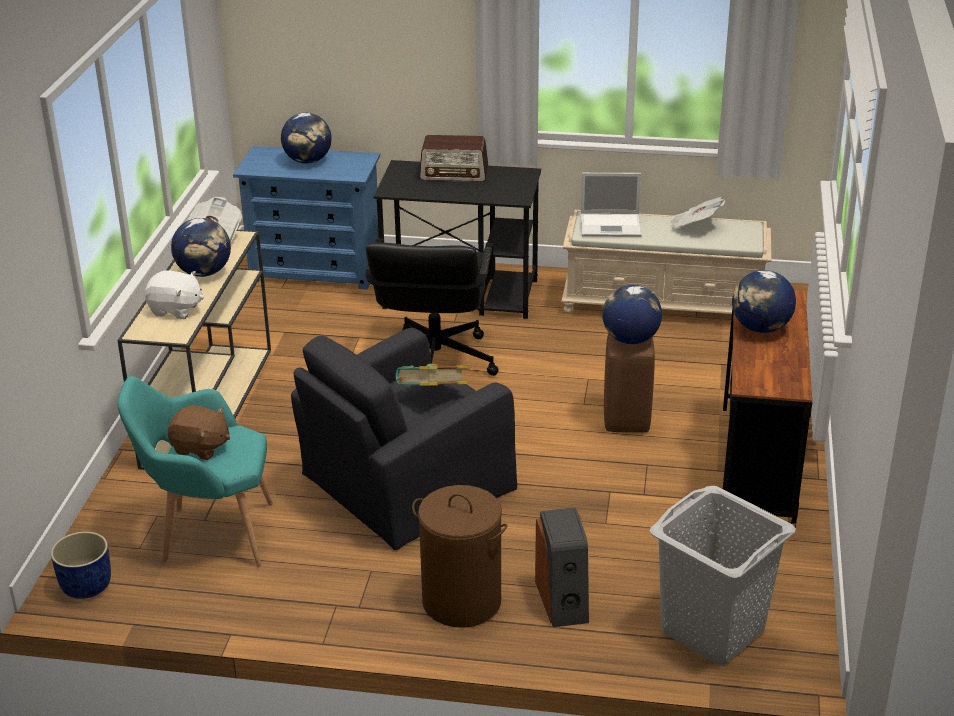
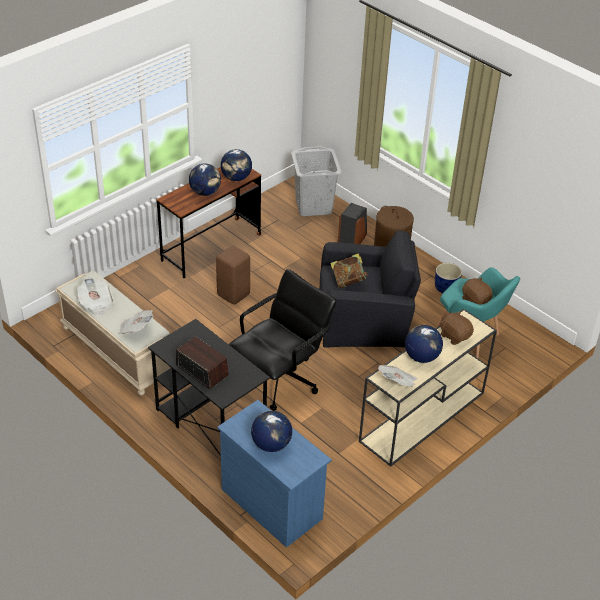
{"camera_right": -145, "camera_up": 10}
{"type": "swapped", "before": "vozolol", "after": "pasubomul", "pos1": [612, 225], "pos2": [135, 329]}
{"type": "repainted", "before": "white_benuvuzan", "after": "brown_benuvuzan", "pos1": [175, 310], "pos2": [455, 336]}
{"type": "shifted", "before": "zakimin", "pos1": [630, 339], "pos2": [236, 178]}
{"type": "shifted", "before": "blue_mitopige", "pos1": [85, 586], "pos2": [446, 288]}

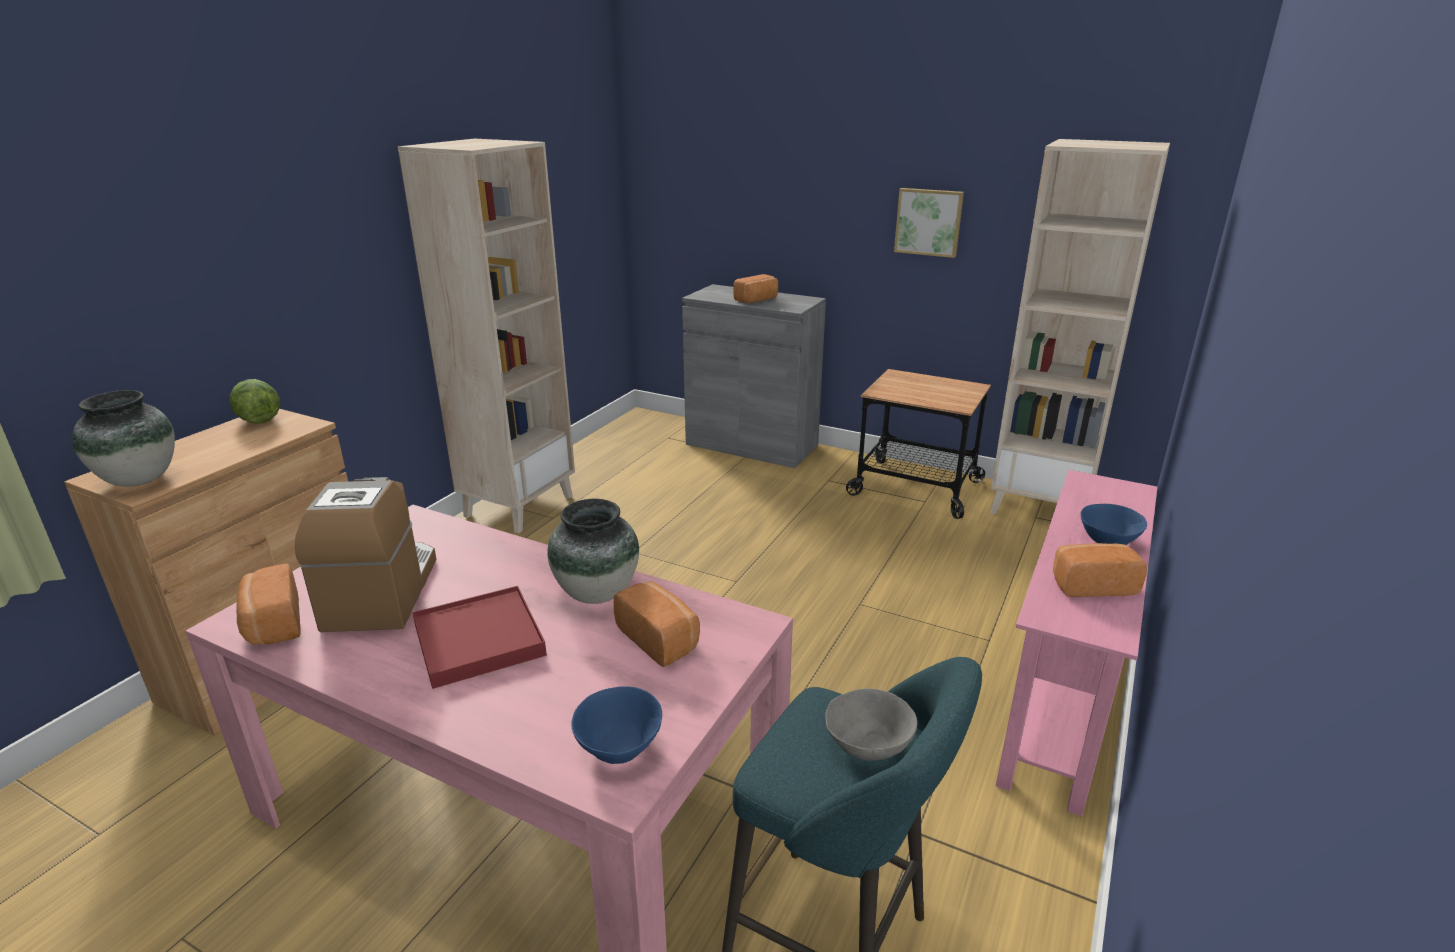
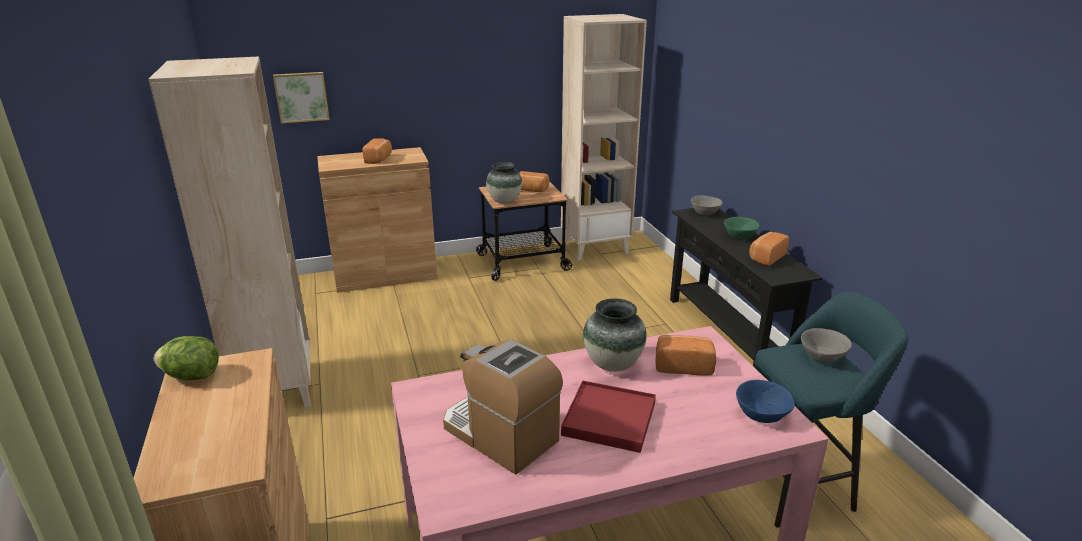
{"camera_right": -45, "camera_up": 0}
{"type": "shifted", "before": "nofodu", "pos1": [928, 222], "pos2": [301, 97]}
{"type": "repainted", "before": "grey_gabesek", "after": "brown_gabesek", "pos1": [751, 444], "pos2": [385, 275]}
{"type": "shifted", "before": "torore", "pos1": [140, 479], "pos2": [504, 201]}
{"type": "repainted", "before": "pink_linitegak", "after": "black_linitegak", "pos1": [1062, 700], "pos2": [726, 334]}
{"type": "repainted", "before": "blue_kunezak", "after": "green_kunezak", "pos1": [1107, 540], "pos2": [739, 236]}
{"type": "shifted", "before": "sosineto", "pos1": [272, 624], "pos2": [531, 190]}
{"type": "new", "after": "grey_kunezak", "pos2": [705, 213]}

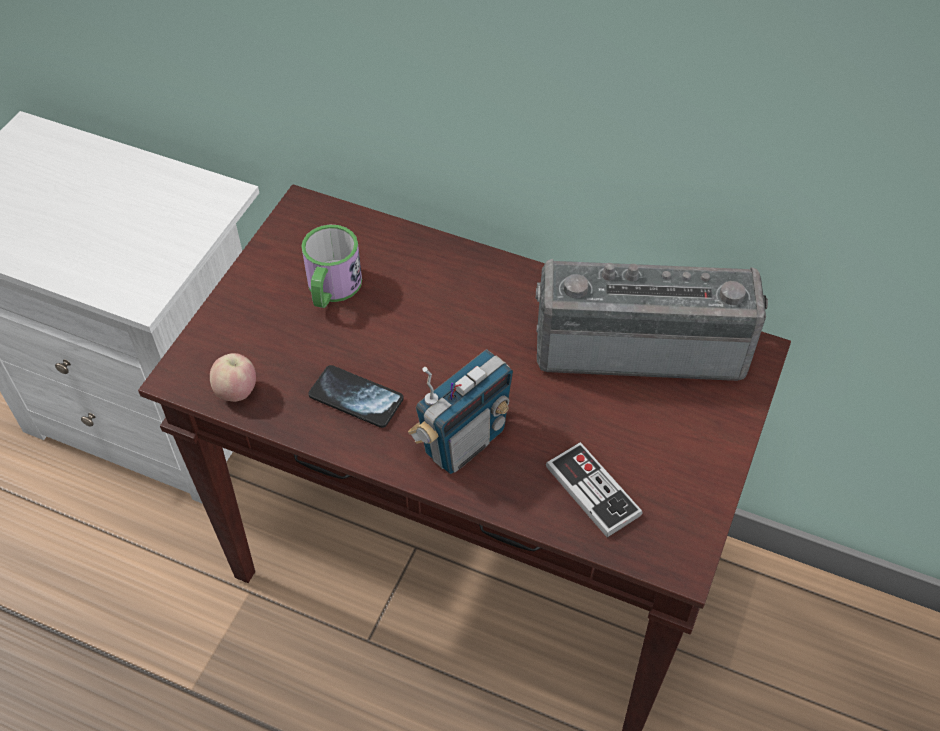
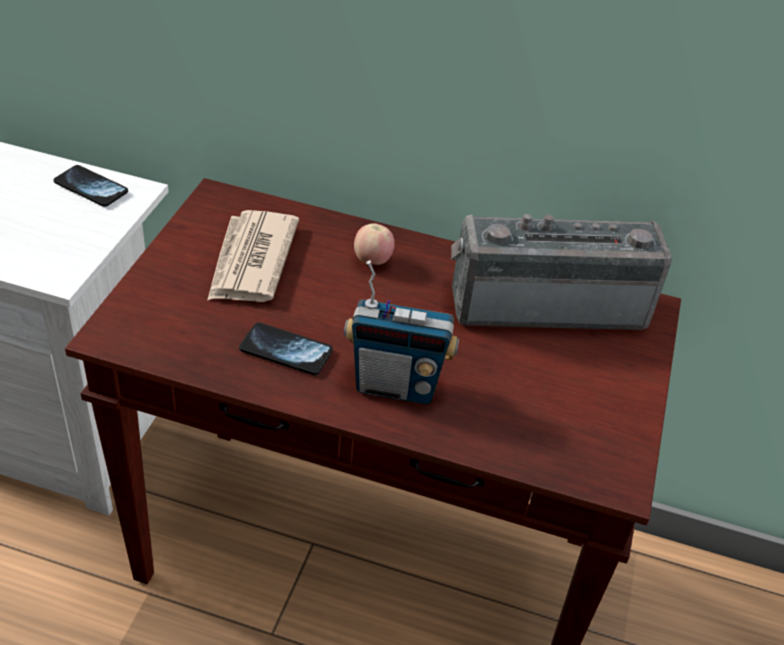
{"camera_right": -10, "camera_up": -10}
{"type": "swapped", "before": "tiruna", "after": "pasubomul", "pos1": [331, 289], "pos2": [251, 261]}
{"type": "rotated", "before": "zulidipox", "pos1": [463, 442], "pos2": [396, 386], "turn": 60}
{"type": "shifted", "before": "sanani", "pos1": [237, 392], "pos2": [372, 261]}
{"type": "gone", "before": "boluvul", "pos1": [592, 491]}
{"type": "new", "after": "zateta", "pos2": [91, 188]}

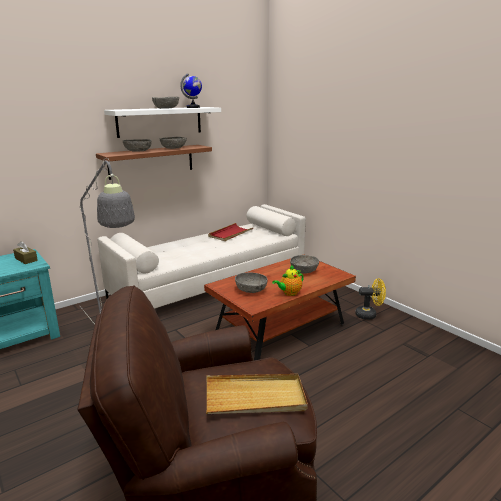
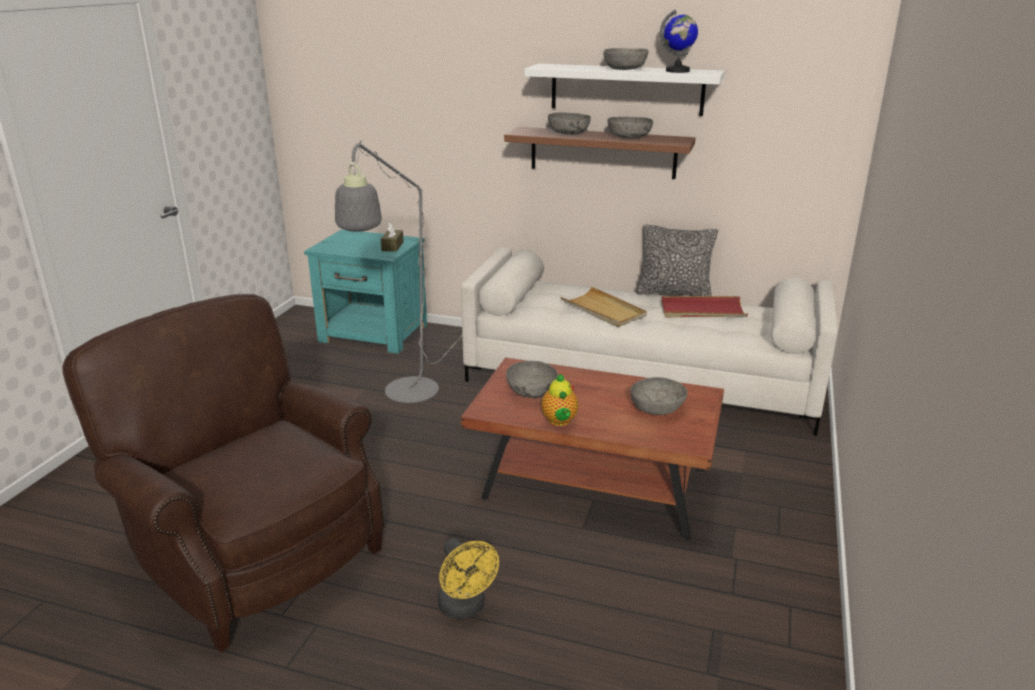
{"camera_right": 55, "camera_up": 5}
{"type": "rotated", "before": "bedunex", "pos1": [289, 293], "pos2": [559, 421], "turn": -120}
{"type": "shifted", "before": "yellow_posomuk", "pos1": [369, 315], "pos2": [465, 608]}
{"type": "shifted", "before": "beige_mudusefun", "pos1": [255, 397], "pos2": [603, 310]}
{"type": "new", "after": "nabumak", "pos2": [674, 293]}

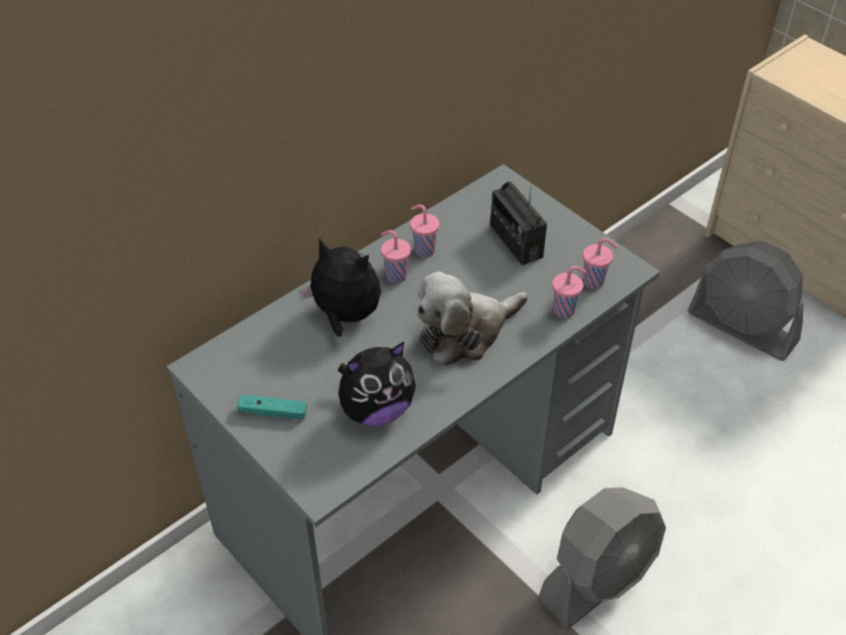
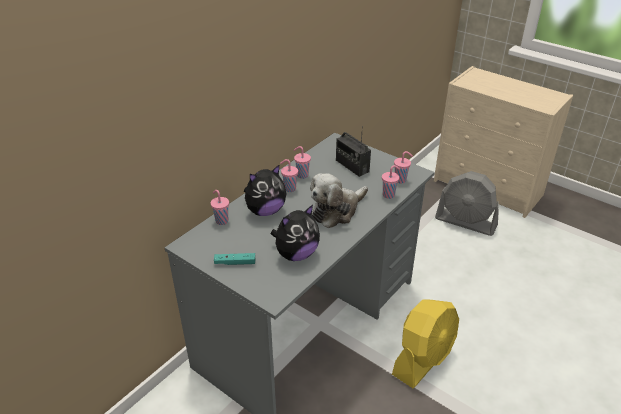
{"camera_right": -10, "camera_up": -10}
{"type": "rotated", "before": "benuvuzan", "pos1": [344, 316], "pos2": [265, 211], "turn": 135}
{"type": "repainted", "before": "grey_posomuk", "after": "yellow_posomuk", "pos1": [599, 577], "pos2": [423, 358]}
{"type": "new", "after": "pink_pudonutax", "pos2": [221, 220]}

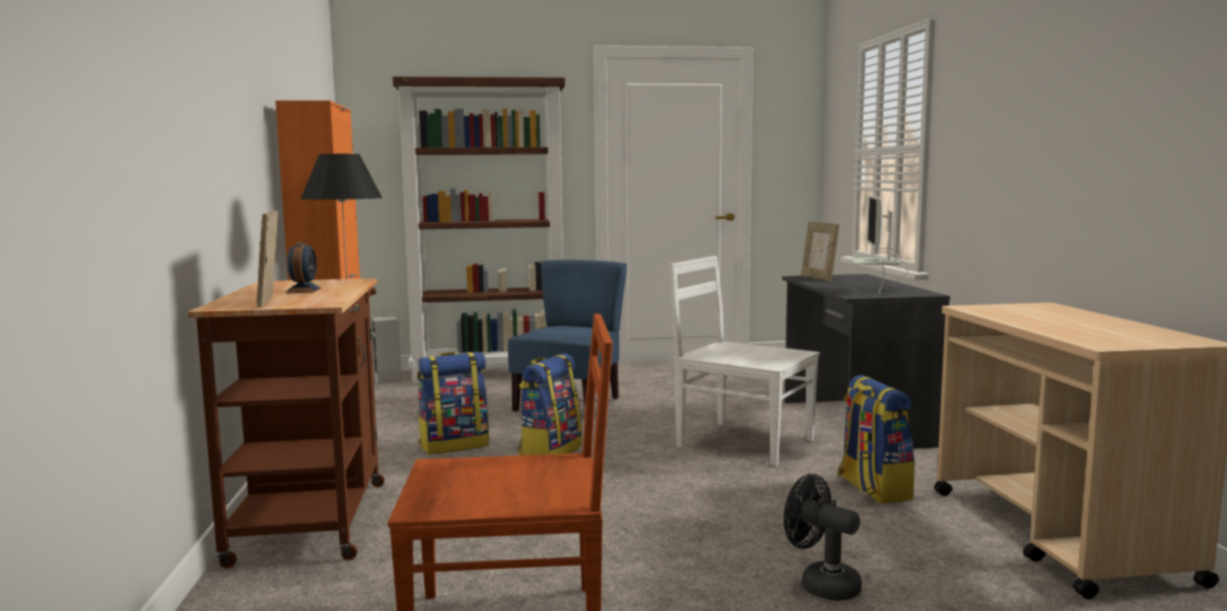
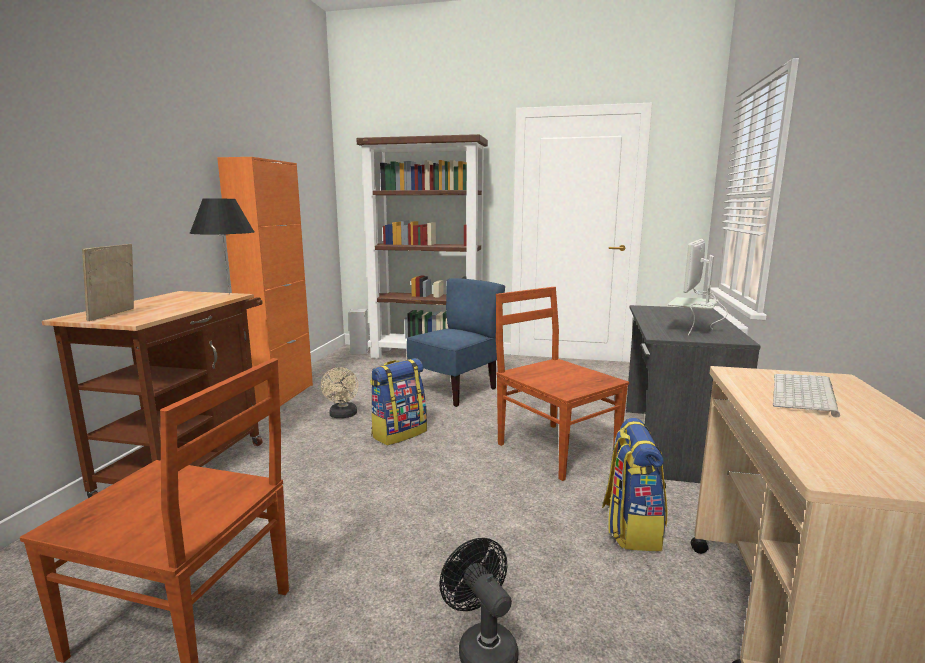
{"camera_right": 20, "camera_up": 5}
{"type": "gone", "before": "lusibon", "pos1": [818, 278]}
{"type": "gone", "before": "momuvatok", "pos1": [303, 290]}
{"type": "repainted", "before": "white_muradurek", "after": "brown_muradurek", "pos1": [742, 442], "pos2": [554, 448]}
{"type": "swapped", "before": "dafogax", "after": "beige_posomuk", "pos1": [454, 445], "pos2": [343, 415]}
{"type": "new", "after": "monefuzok", "pos2": [805, 395]}

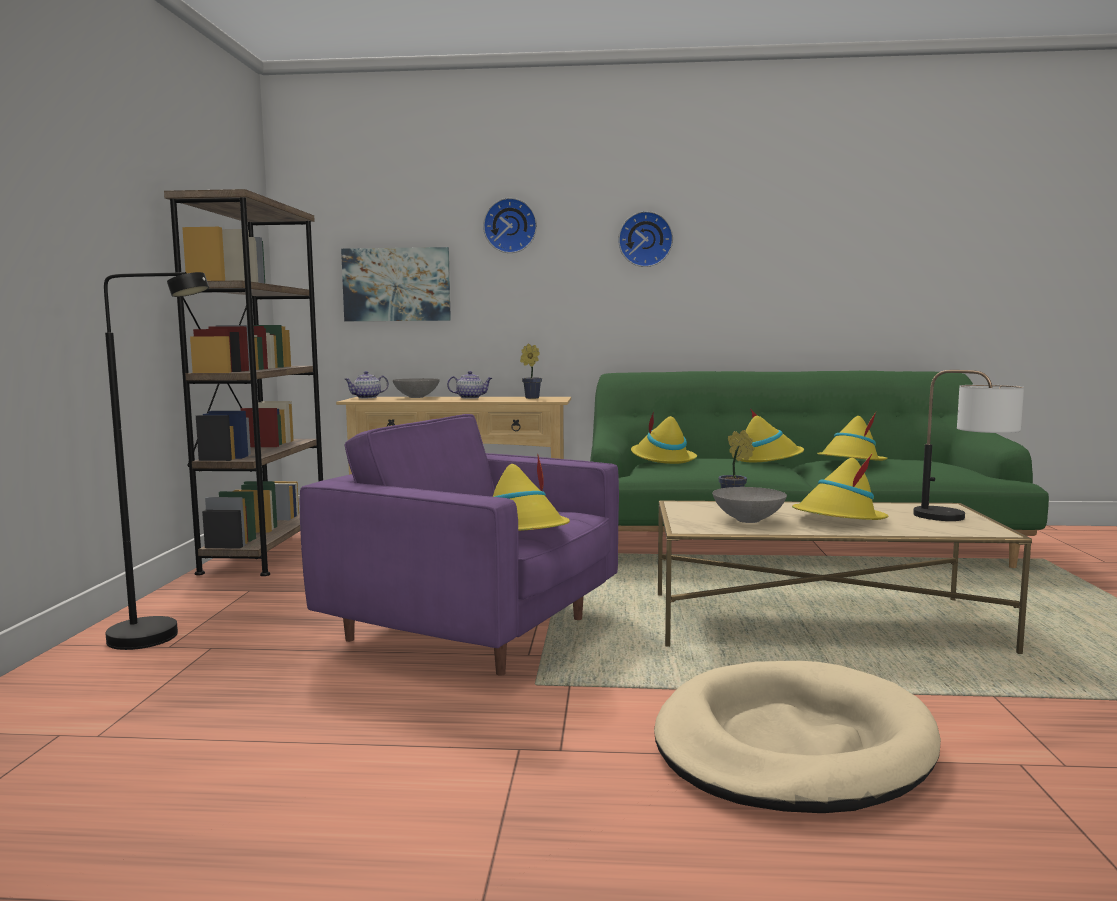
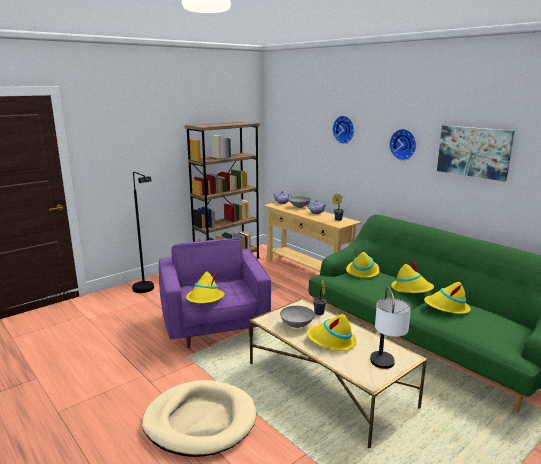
{"camera_right": 45, "camera_up": 10}
{"type": "shifted", "before": "nofodu", "pos1": [397, 285], "pos2": [474, 152]}

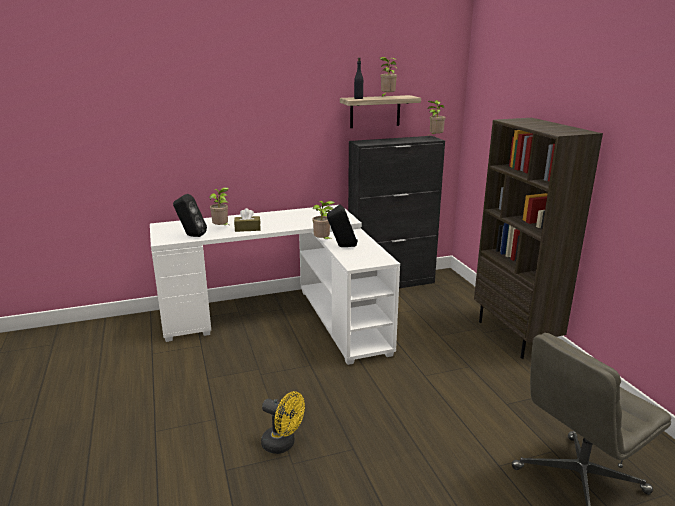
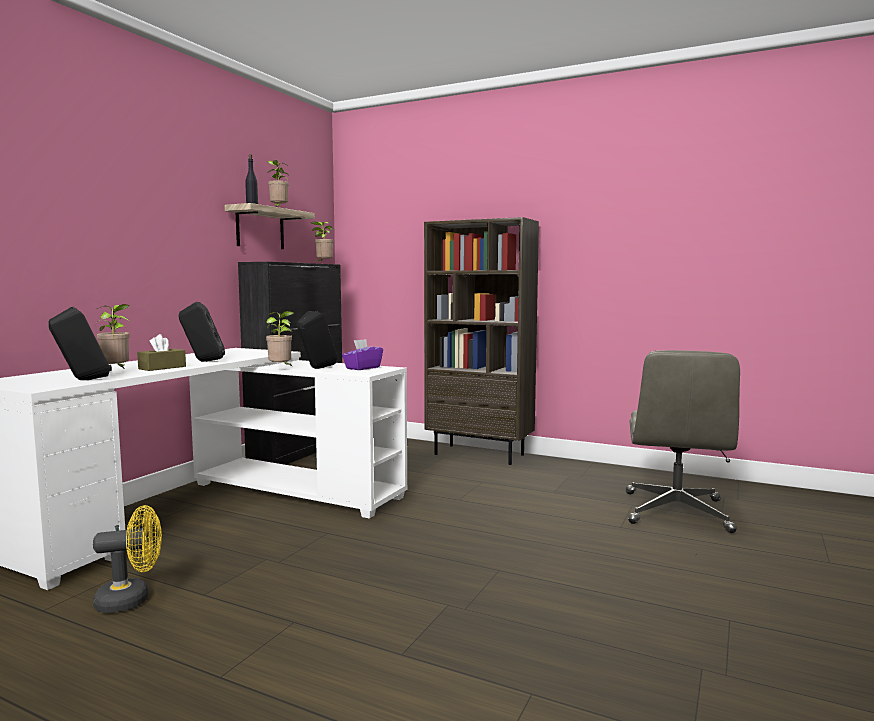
{"camera_right": -45, "camera_up": -15}
{"type": "shifted", "before": "yellow_posomuk", "pos1": [283, 444], "pos2": [131, 600]}
{"type": "new", "after": "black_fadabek", "pos2": [203, 361]}
{"type": "new", "after": "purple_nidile", "pos2": [362, 368]}

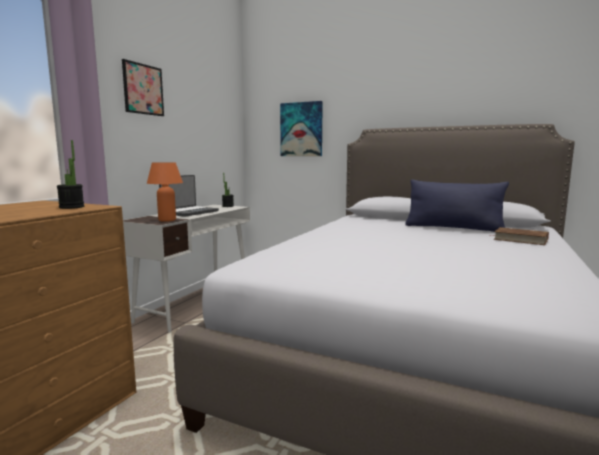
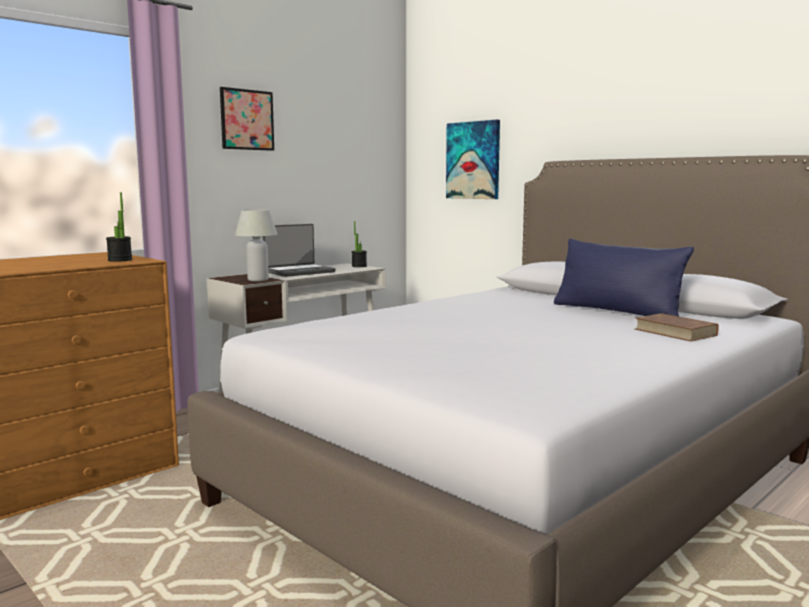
{"camera_right": 20, "camera_up": 0}
{"type": "repainted", "before": "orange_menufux", "after": "white_menufux", "pos1": [167, 220], "pos2": [258, 280]}

